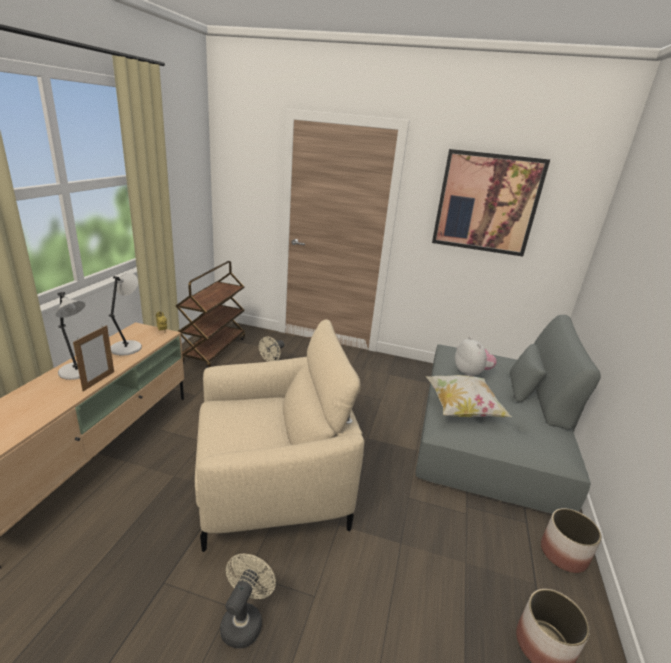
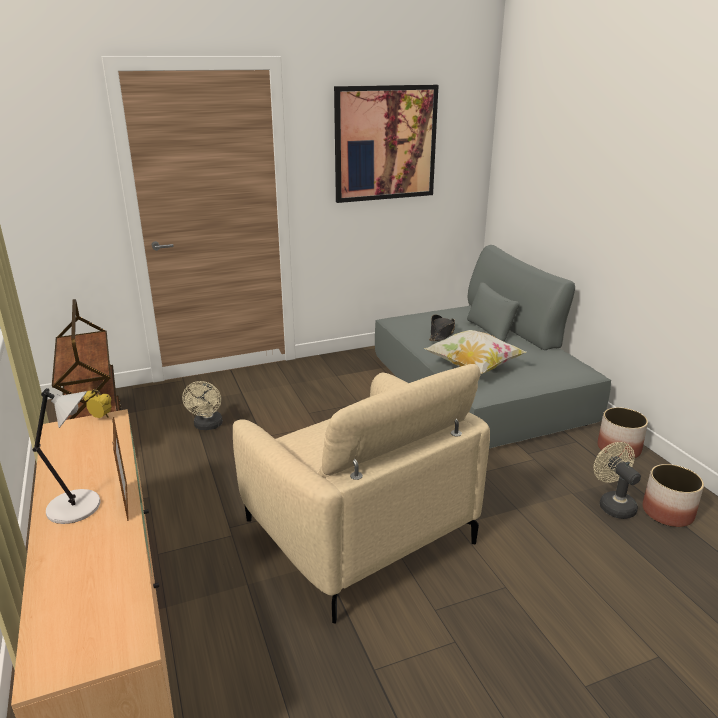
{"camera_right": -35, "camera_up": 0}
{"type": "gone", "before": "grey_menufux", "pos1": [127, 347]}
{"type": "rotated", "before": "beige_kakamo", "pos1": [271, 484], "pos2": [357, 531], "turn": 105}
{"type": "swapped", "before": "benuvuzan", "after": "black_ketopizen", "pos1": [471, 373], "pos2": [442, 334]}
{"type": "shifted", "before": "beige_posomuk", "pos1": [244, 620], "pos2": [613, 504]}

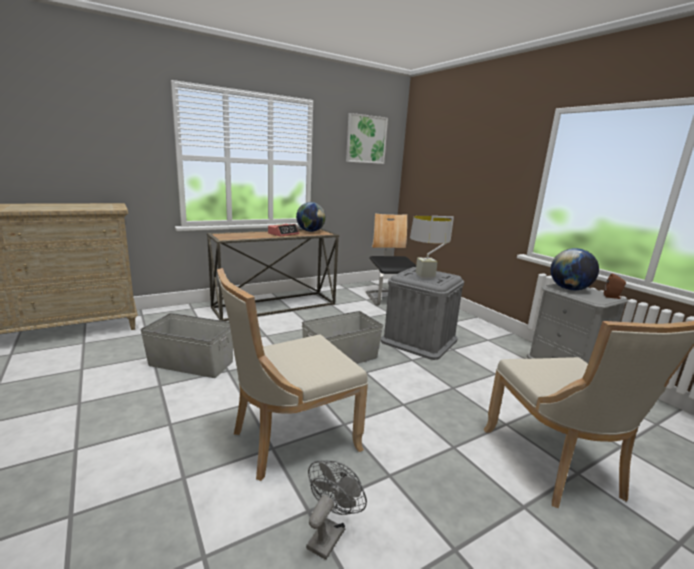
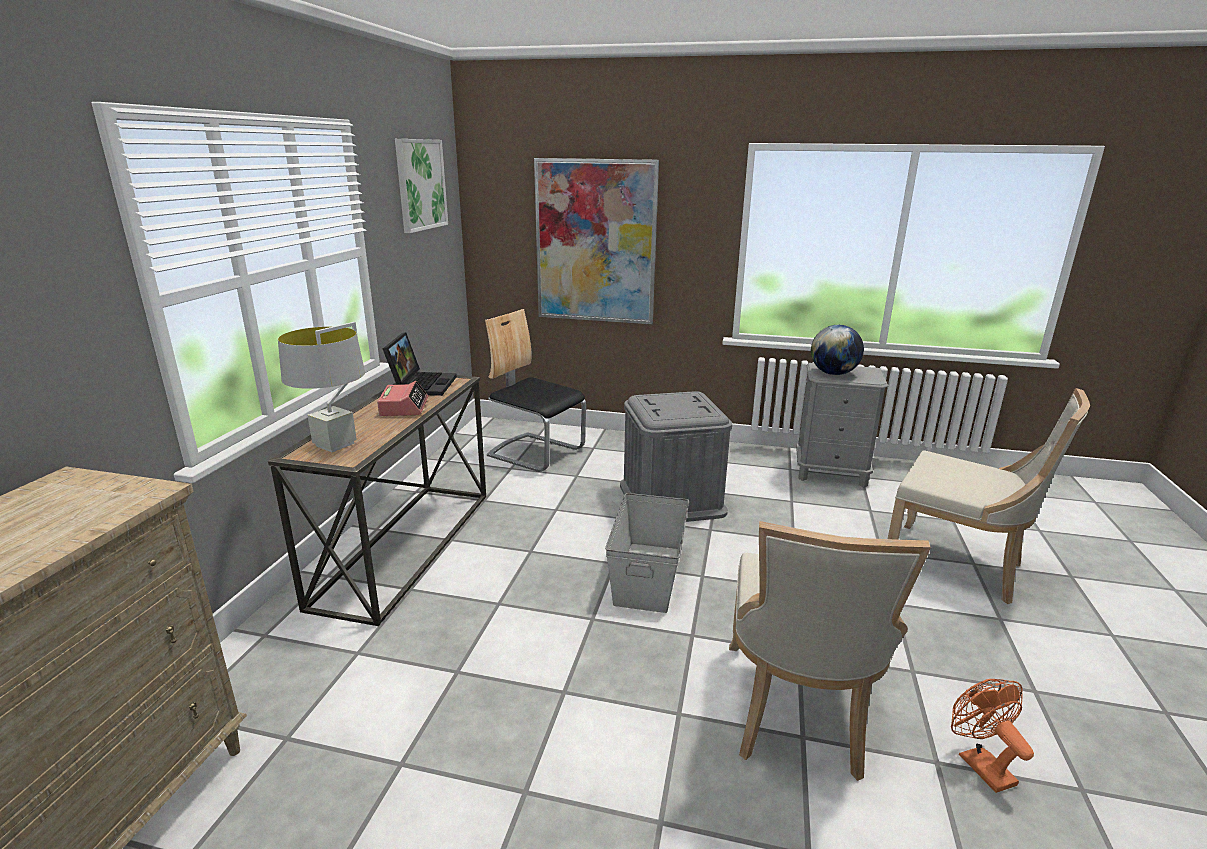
{"camera_right": -45, "camera_up": 5}
{"type": "swapped", "before": "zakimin", "after": "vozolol", "pos1": [310, 231], "pos2": [422, 384]}
{"type": "shifted", "before": "grey_menufux", "pos1": [425, 276], "pos2": [335, 444]}
{"type": "gone", "before": "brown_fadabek", "pos1": [612, 297]}
{"type": "gone", "before": "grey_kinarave", "pos1": [191, 363]}
{"type": "repainted", "before": "grey_posomuk", "after": "orange_posomuk", "pos1": [329, 533], "pos2": [979, 764]}
{"type": "new", "after": "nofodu", "pos2": [595, 242]}

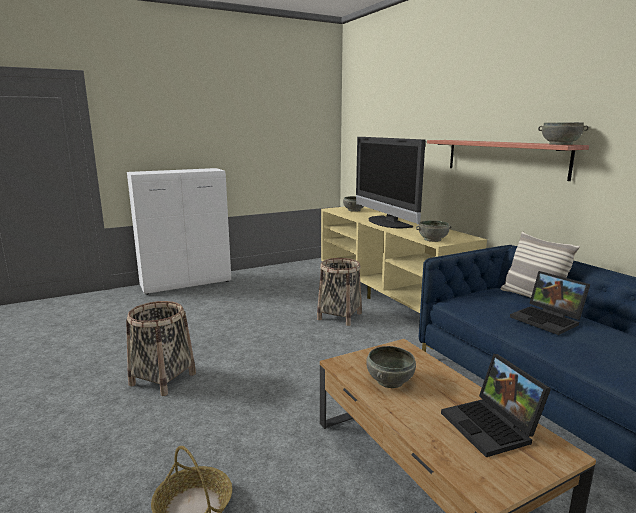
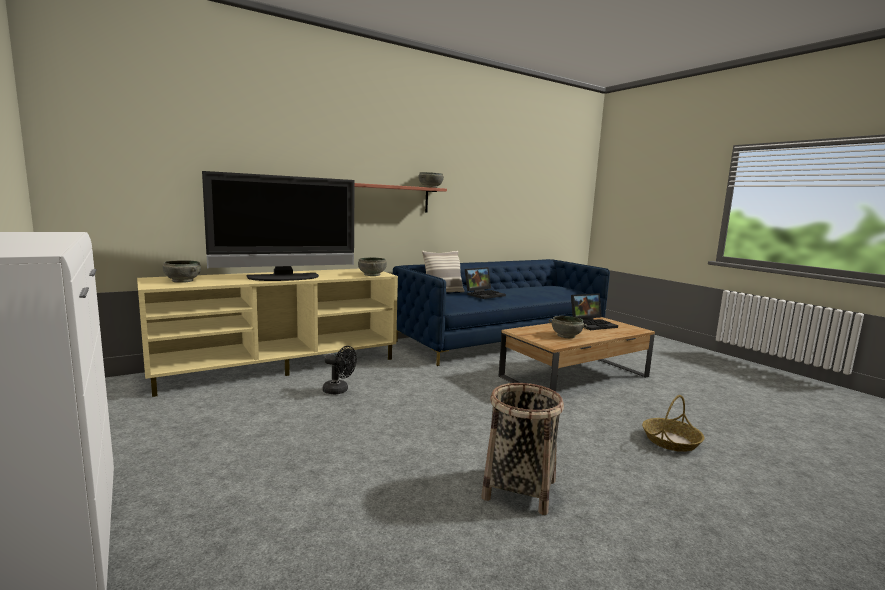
{"camera_right": -95, "camera_up": -5}
{"type": "swapped", "before": "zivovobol", "after": "black_posomuk", "pos1": [339, 316], "pos2": [339, 391]}

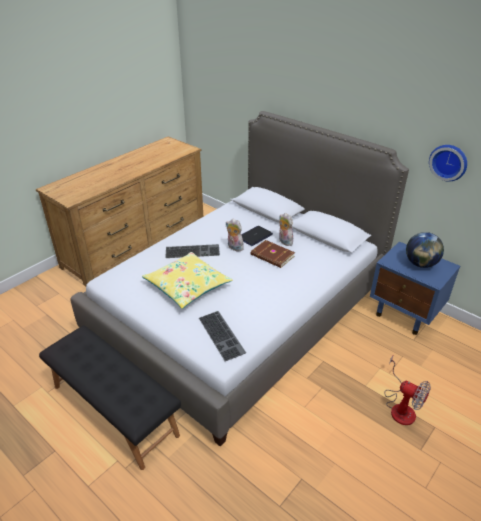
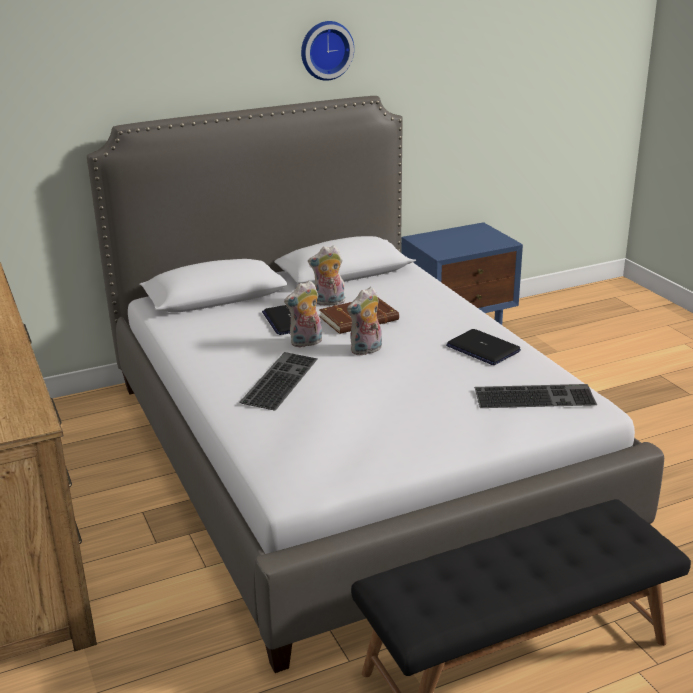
{"camera_right": -65, "camera_up": -10}
{"type": "shifted", "before": "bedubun", "pos1": [449, 162], "pos2": [325, 50]}
{"type": "gone", "before": "zakimin", "pos1": [420, 264]}
{"type": "gone", "before": "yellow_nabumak", "pos1": [187, 286]}
{"type": "gone", "before": "posomuk", "pos1": [400, 407]}
{"type": "new", "after": "benuvuzan", "pos2": [366, 350]}
{"type": "new", "after": "vozolol", "pos2": [482, 349]}

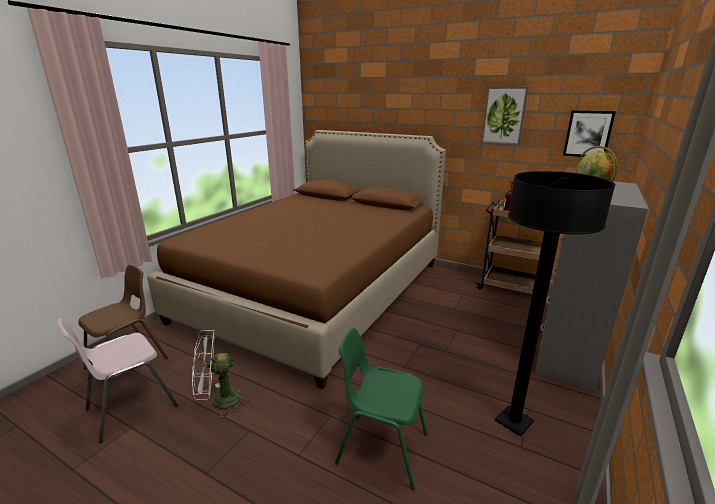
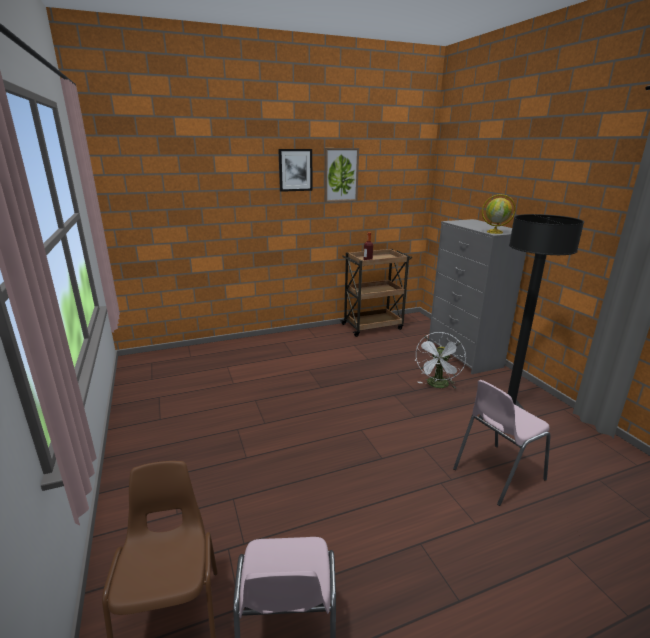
{"camera_right": -50, "camera_up": 0}
{"type": "shifted", "before": "nofodu", "pos1": [588, 134], "pos2": [295, 170]}
{"type": "gone", "before": "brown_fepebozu", "pos1": [317, 290]}
{"type": "repainted", "before": "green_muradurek", "after": "pink_muradurek", "pos1": [381, 448], "pos2": [497, 474]}
{"type": "shifted", "before": "white_posomuk", "pos1": [219, 401], "pos2": [437, 385]}

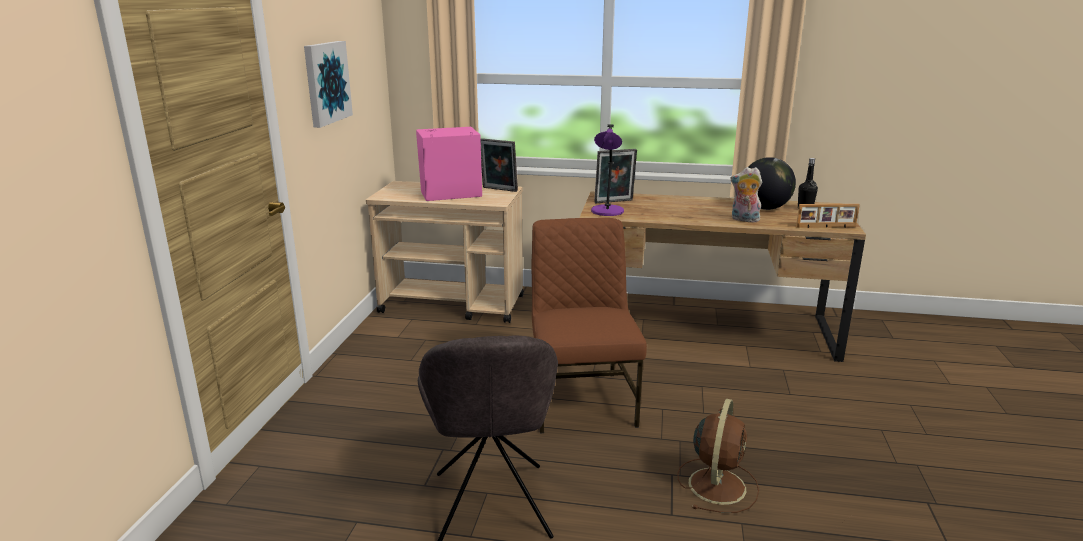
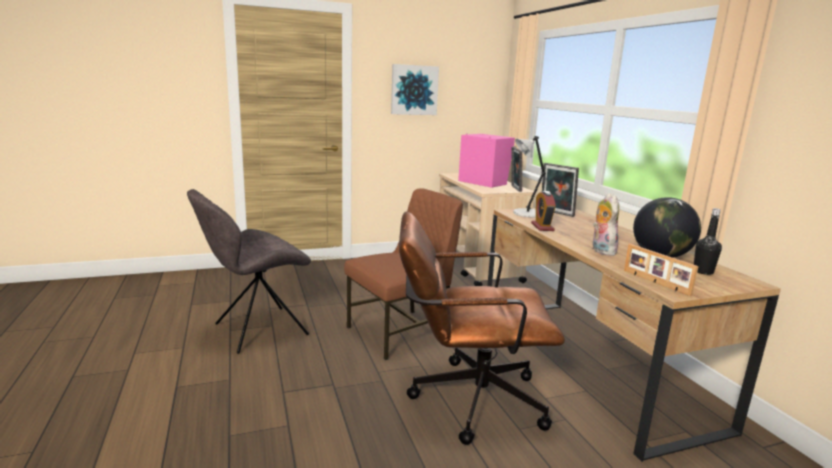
{"camera_right": 60, "camera_up": -5}
{"type": "repainted", "before": "purple_menufux", "after": "grey_menufux", "pos1": [607, 212], "pos2": [526, 214]}
{"type": "gone", "before": "brown_posomuk", "pos1": [717, 484]}
{"type": "new", "after": "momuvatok", "pos2": [542, 227]}
{"type": "new", "after": "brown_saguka", "pos2": [466, 399]}

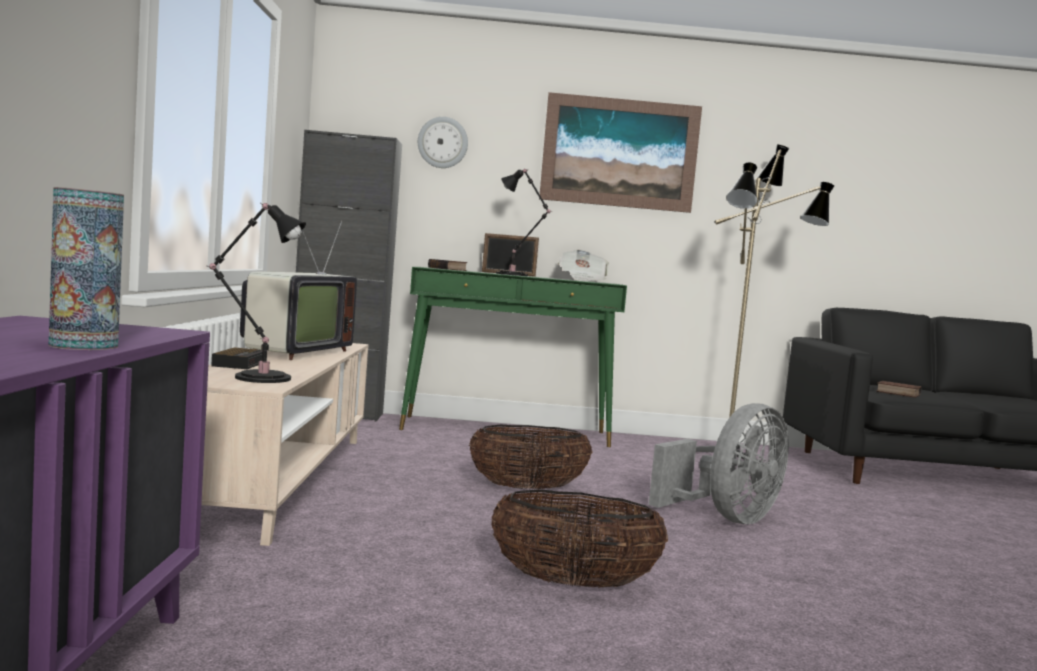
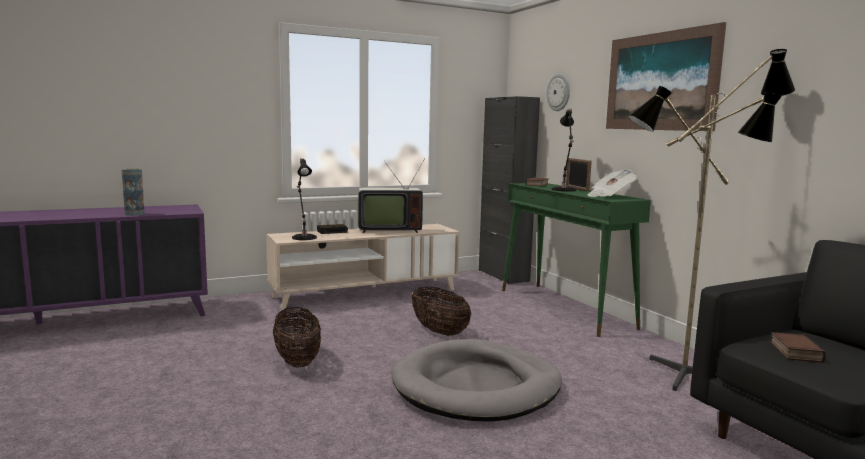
{"camera_right": 65, "camera_up": 5}
{"type": "swapped", "before": "grey_posomuk", "after": "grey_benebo", "pos1": [727, 518], "pos2": [476, 387]}

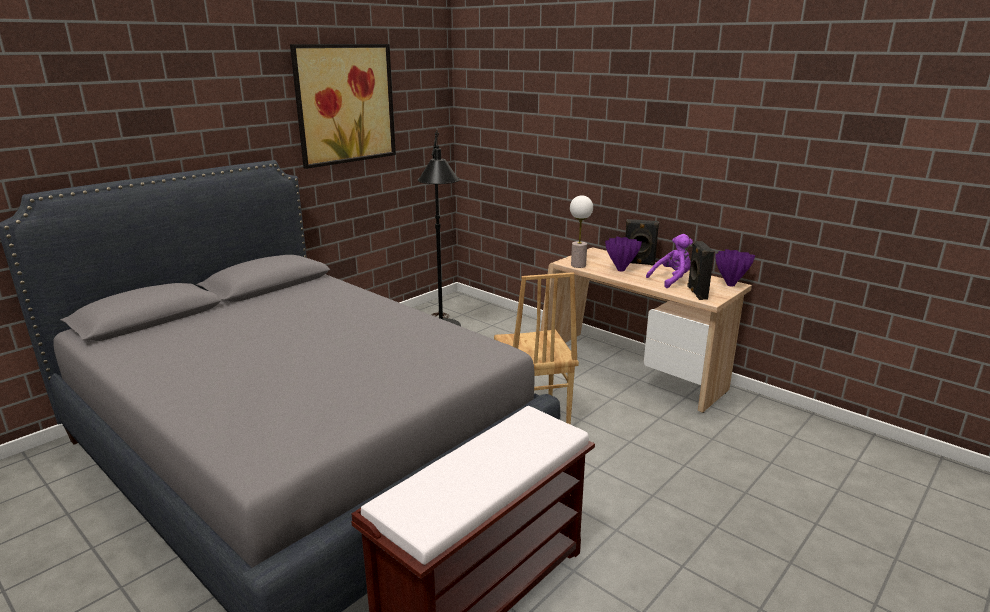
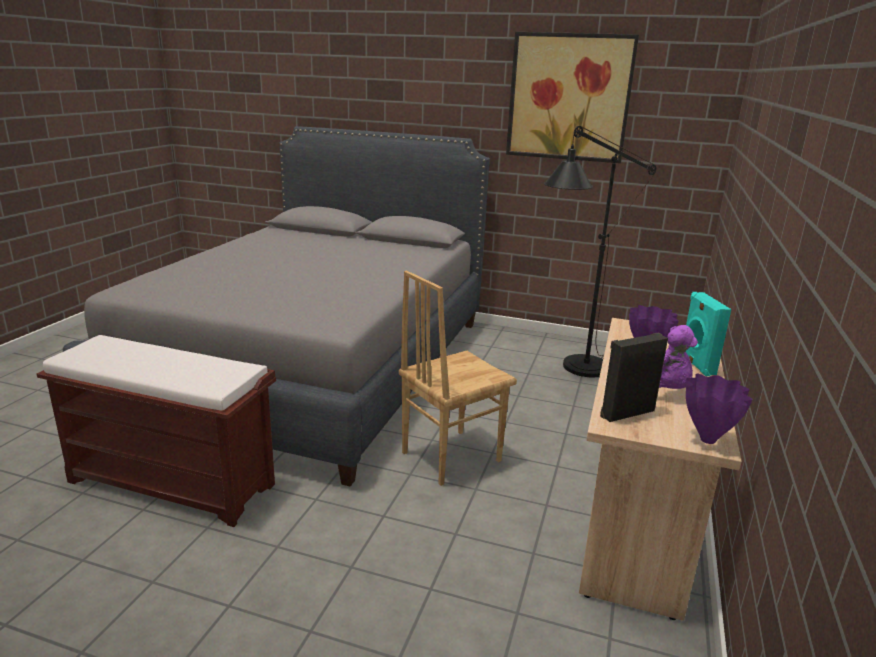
{"camera_right": 65, "camera_up": 0}
{"type": "gone", "before": "menufux", "pos1": [578, 265]}
{"type": "repainted", "before": "black_fadabek", "after": "turquoise_fadabek", "pos1": [639, 263], "pos2": [695, 365]}

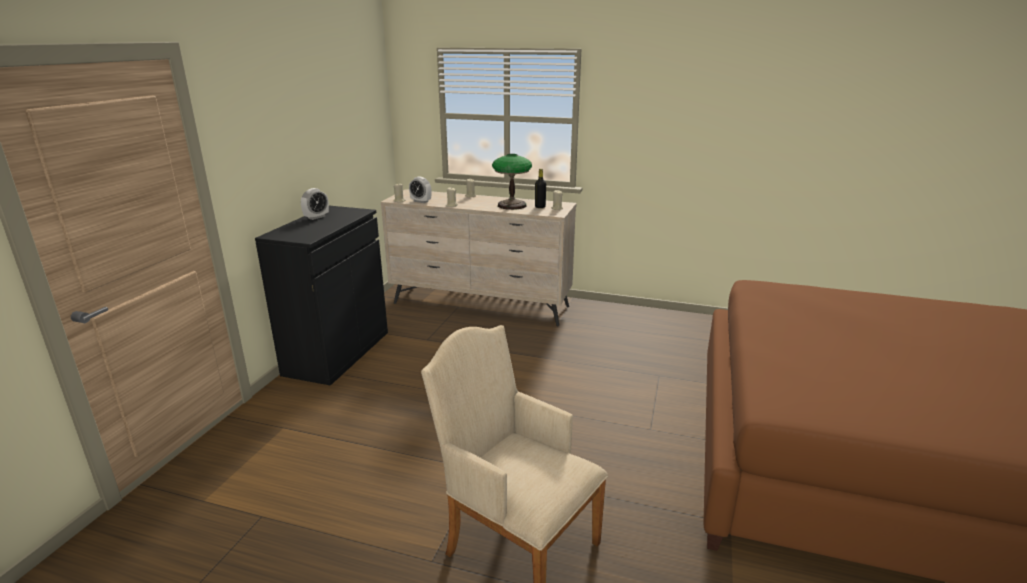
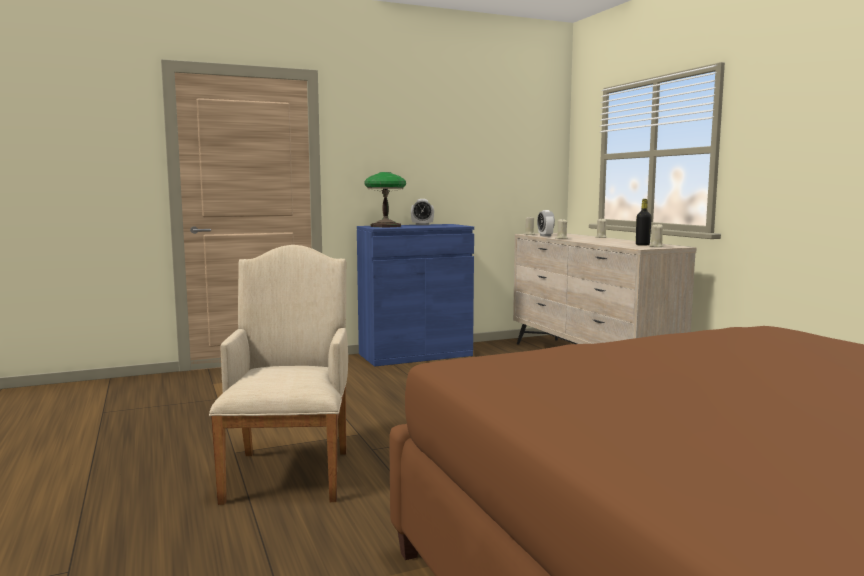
{"camera_right": 50, "camera_up": -15}
{"type": "shifted", "before": "menufux", "pos1": [512, 205], "pos2": [385, 226]}
{"type": "repainted", "before": "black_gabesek", "after": "blue_gabesek", "pos1": [337, 353], "pos2": [415, 355]}

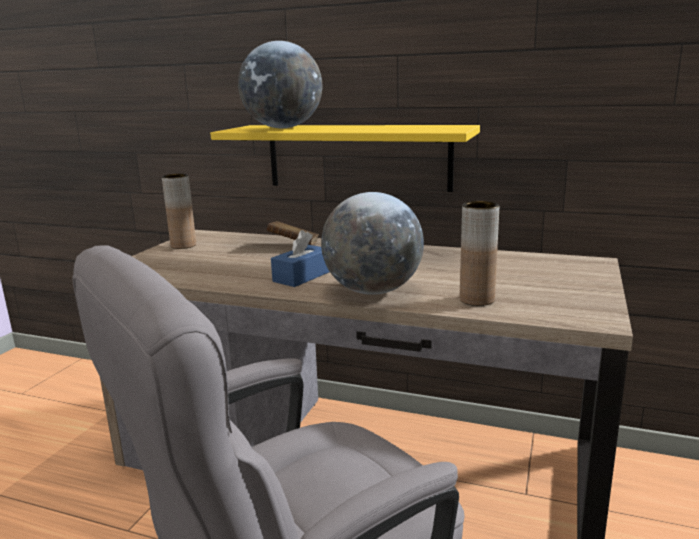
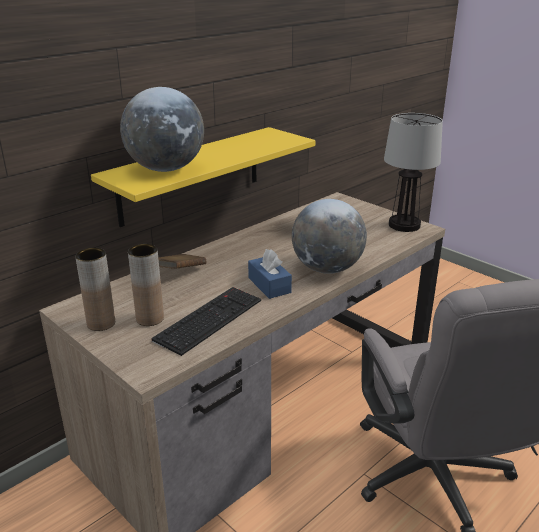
{"camera_right": -65, "camera_up": 10}
{"type": "shifted", "before": "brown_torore", "pos1": [477, 299], "pos2": [150, 319]}
{"type": "new", "after": "menufux", "pos2": [405, 225]}
{"type": "new", "after": "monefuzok", "pos2": [208, 318]}

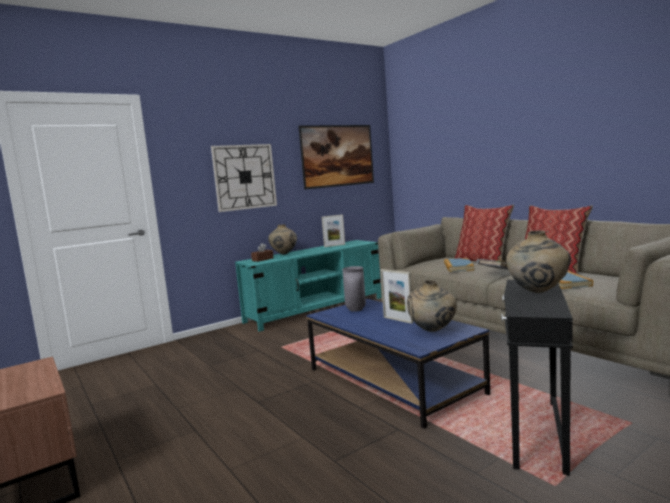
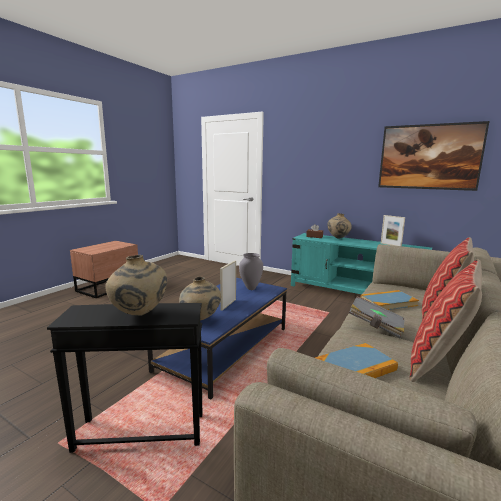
{"camera_right": 65, "camera_up": 5}
{"type": "gone", "before": "bedubun", "pos1": [244, 177]}

